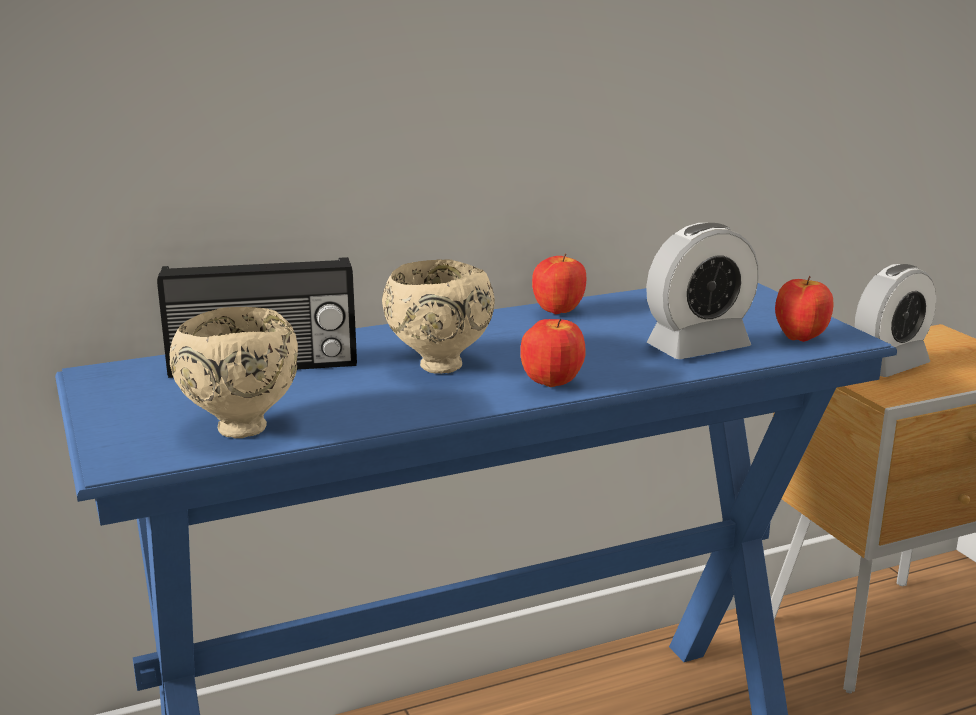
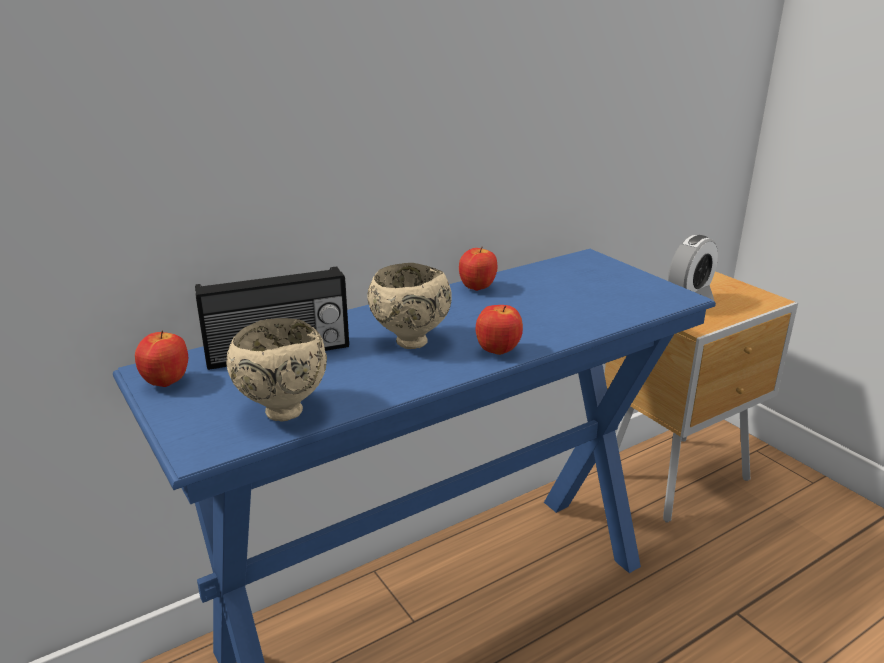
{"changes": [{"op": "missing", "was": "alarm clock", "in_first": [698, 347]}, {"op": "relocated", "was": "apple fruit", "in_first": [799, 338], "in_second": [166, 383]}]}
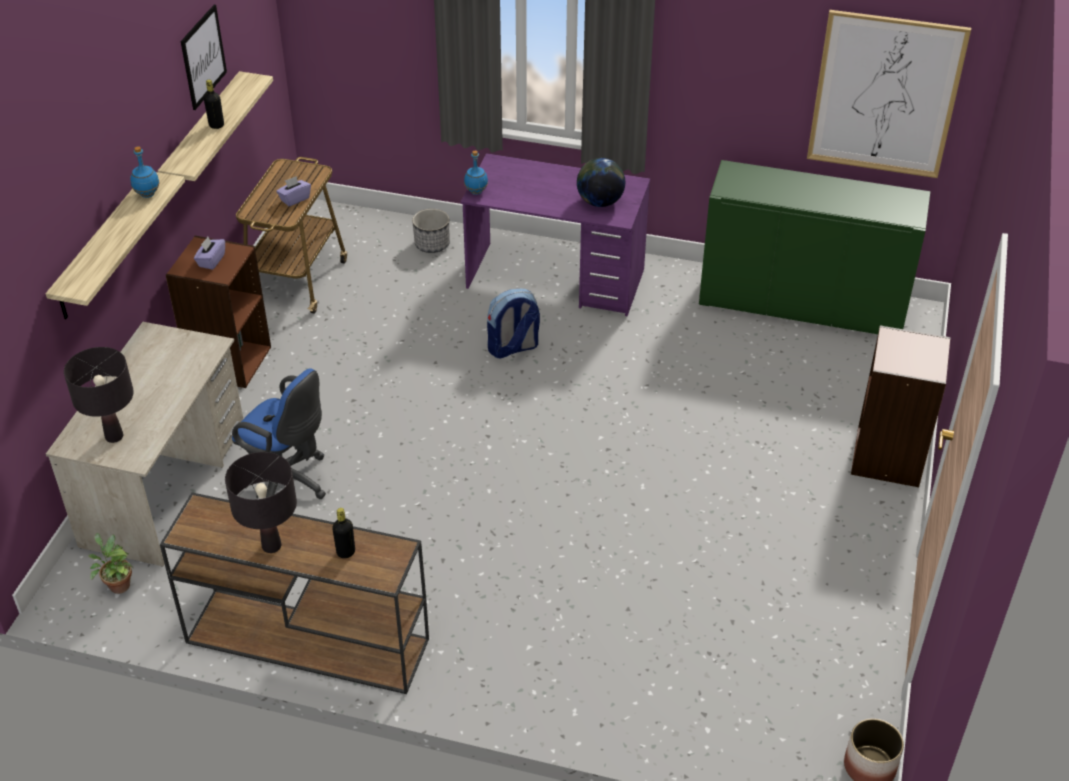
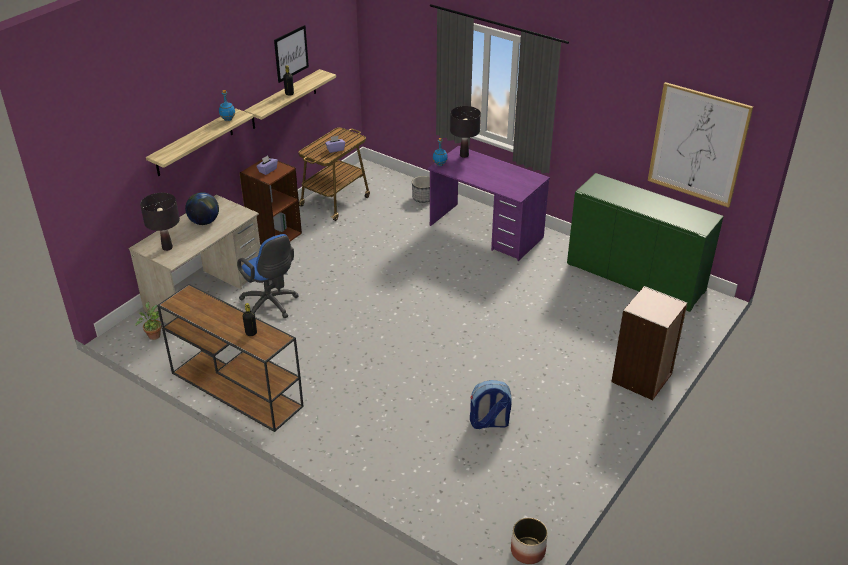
{"changes": [{"op": "relocated", "was": "desk globe", "in_first": [599, 202], "in_second": [204, 222]}, {"op": "relocated", "was": "rucksack", "in_first": [513, 348], "in_second": [489, 423]}, {"op": "relocated", "was": "tabletop lamp in black-coloured", "in_first": [271, 546], "in_second": [464, 155]}]}
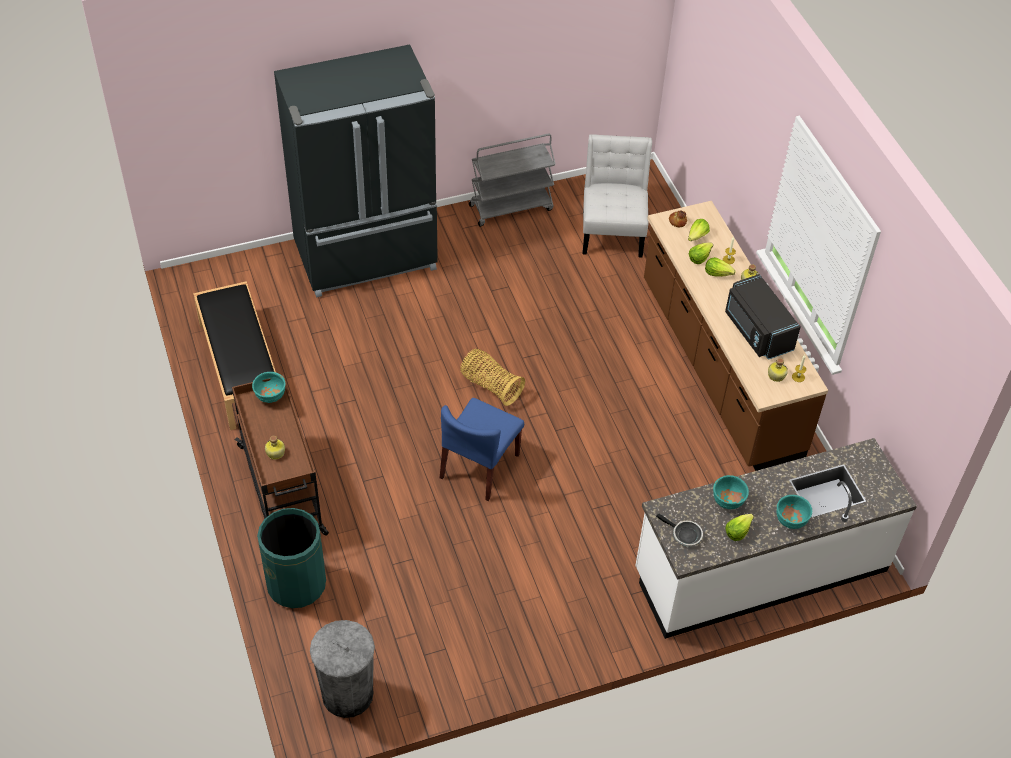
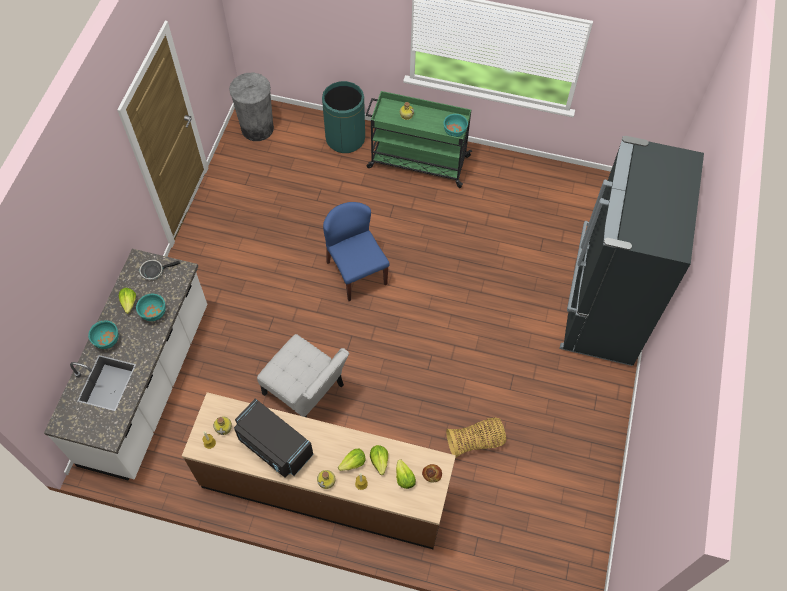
{"changes": [{"op": "missing", "was": "cart in grey", "in_first": [511, 207]}, {"op": "relocated", "was": "plain chair in whitish", "in_first": [613, 230], "in_second": [306, 393]}, {"op": "spun", "was": "kitchen microwave in black-coloured", "in_first": [756, 331], "in_second": [274, 447], "clockwise": -150}, {"op": "missing", "was": "indoor bench in black-coloured", "in_first": [240, 368]}, {"op": "relocated", "was": "storage basket", "in_first": [490, 386], "in_second": [476, 442]}, {"op": "colour", "was": "cart in brown-coloured", "now": "cart in green-coloured", "in_first": [282, 491], "in_second": [417, 162]}]}
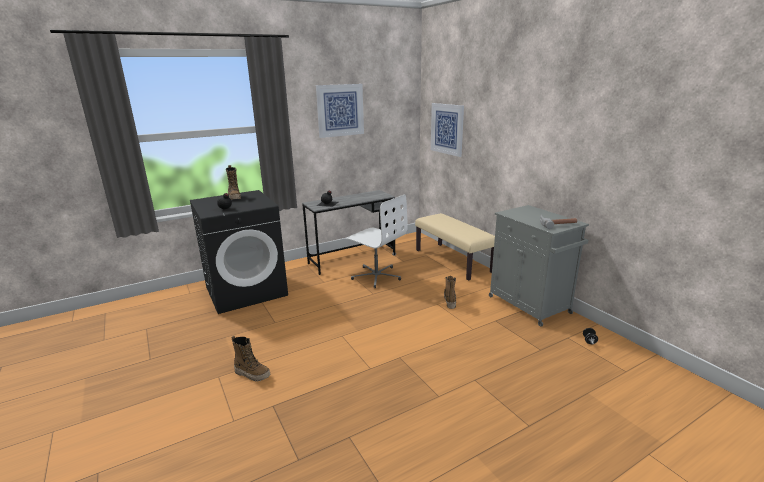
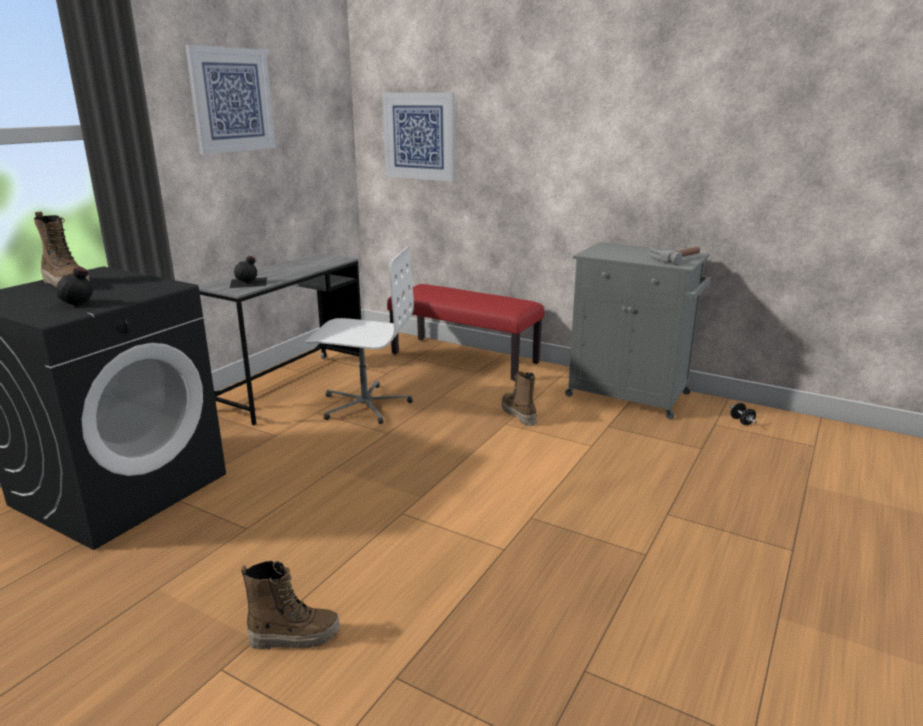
{"changes": [{"op": "colour", "was": "indoor bench in beige", "now": "indoor bench in red", "in_first": [453, 261], "in_second": [465, 358]}]}
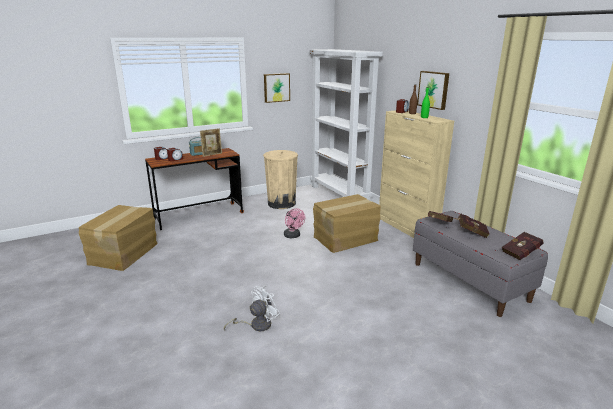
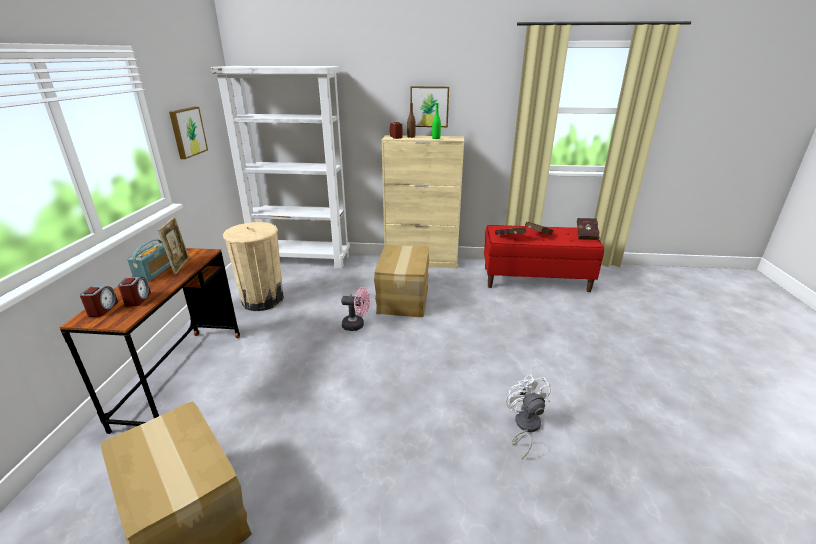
{"changes": [{"op": "colour", "was": "indoor bench in grey", "now": "indoor bench in red", "in_first": [469, 281], "in_second": [535, 279]}]}
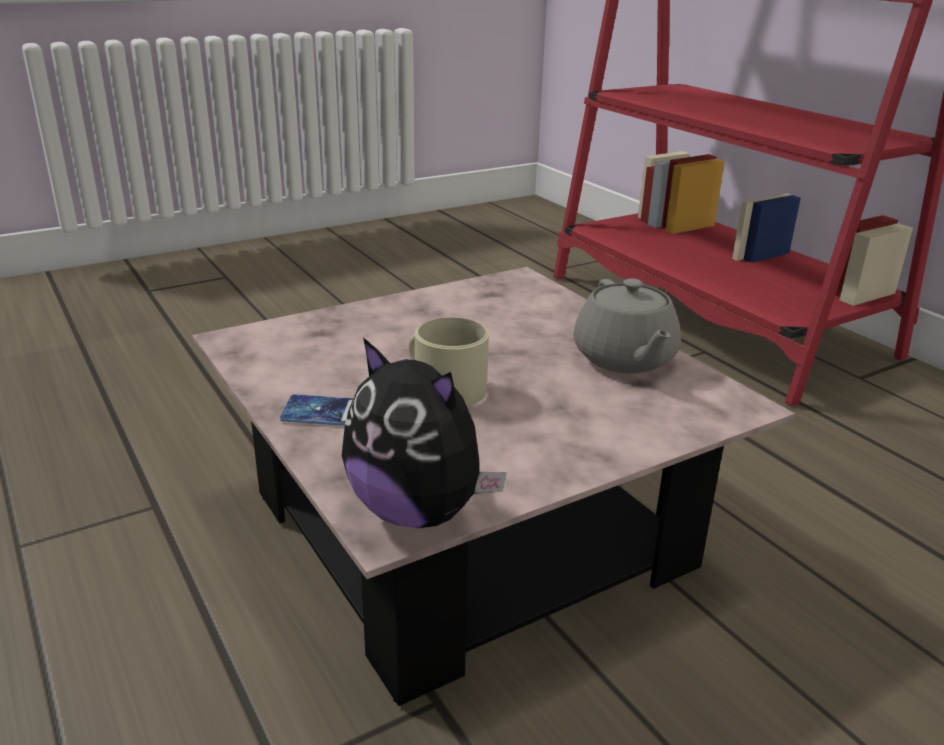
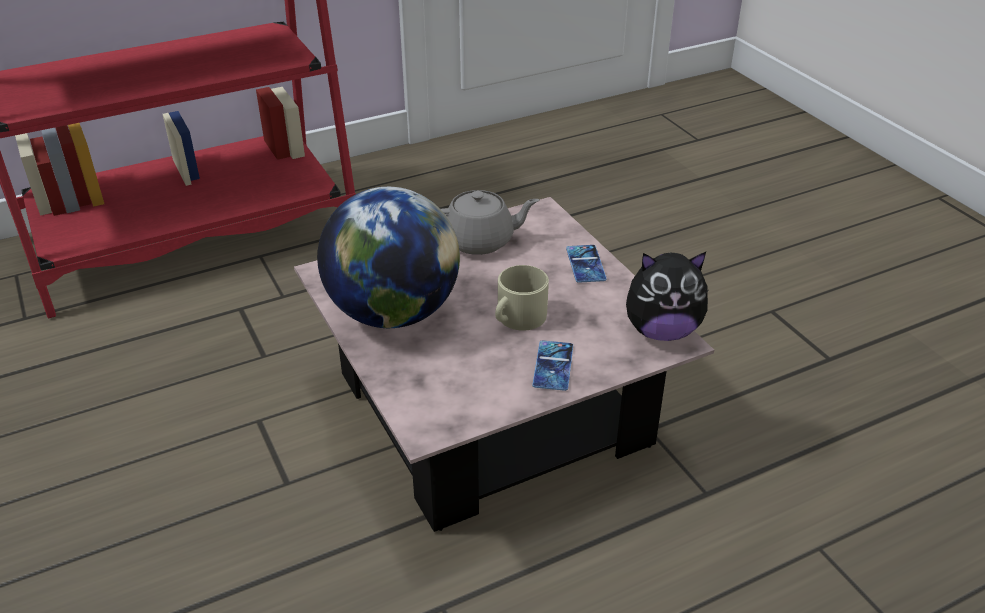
{"changes": [{"op": "spun", "was": "plush toy", "in_first": [418, 511], "in_second": [661, 331], "clockwise": 45}, {"op": "appeared", "now": "desk globe", "in_second": [393, 313]}, {"op": "appeared", "now": "telephone", "in_second": [585, 264]}]}
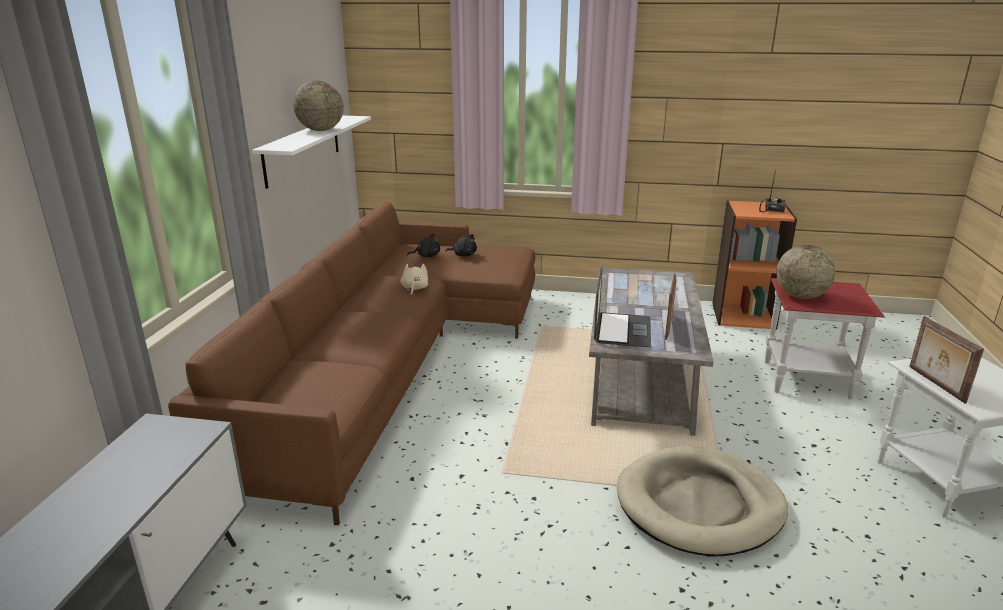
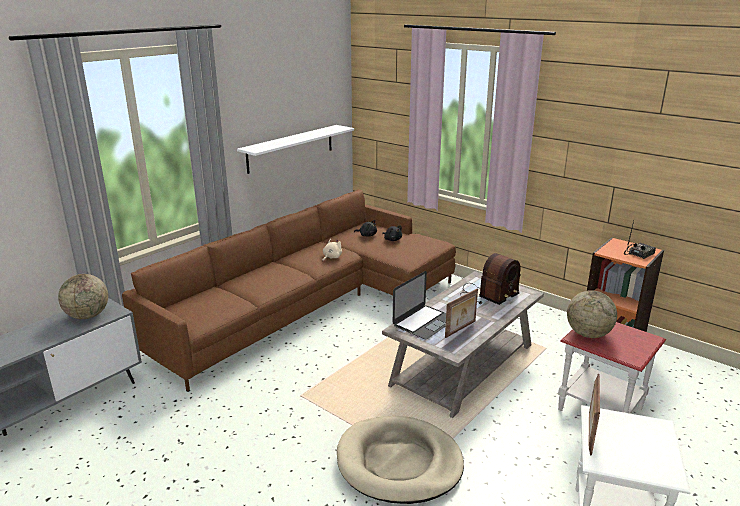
{"changes": [{"op": "relocated", "was": "desk globe", "in_first": [321, 130], "in_second": [88, 316]}, {"op": "appeared", "now": "radio set", "in_second": [488, 295]}]}
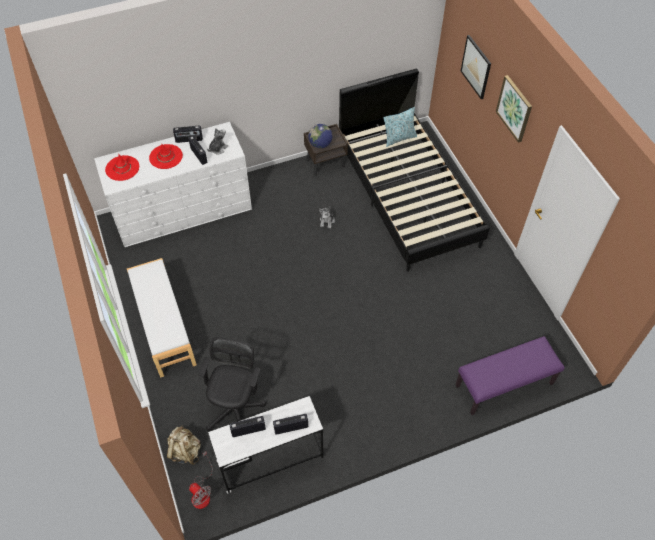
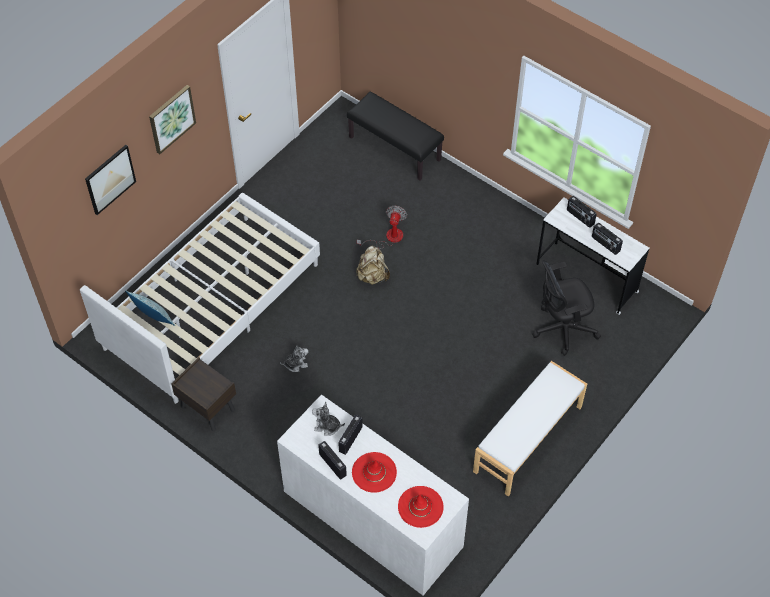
{"changes": [{"op": "colour", "was": "sleeping bed in black-coloured", "now": "sleeping bed in whitish", "in_first": [407, 195], "in_second": [212, 306]}, {"op": "missing", "was": "desk globe", "in_first": [320, 144]}, {"op": "colour", "was": "indoor bench in purplish", "now": "indoor bench in black-coloured", "in_first": [504, 385], "in_second": [395, 148]}, {"op": "relocated", "was": "rucksack in beige", "in_first": [185, 451], "in_second": [372, 276]}, {"op": "relocated", "was": "cooling fan", "in_first": [202, 492], "in_second": [388, 238]}]}
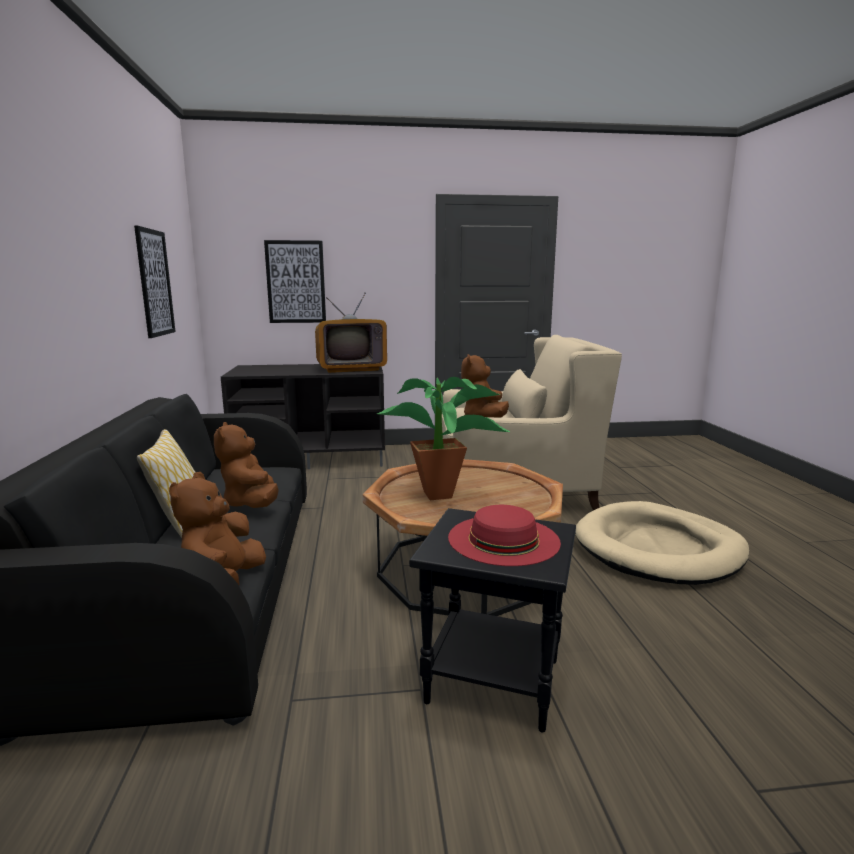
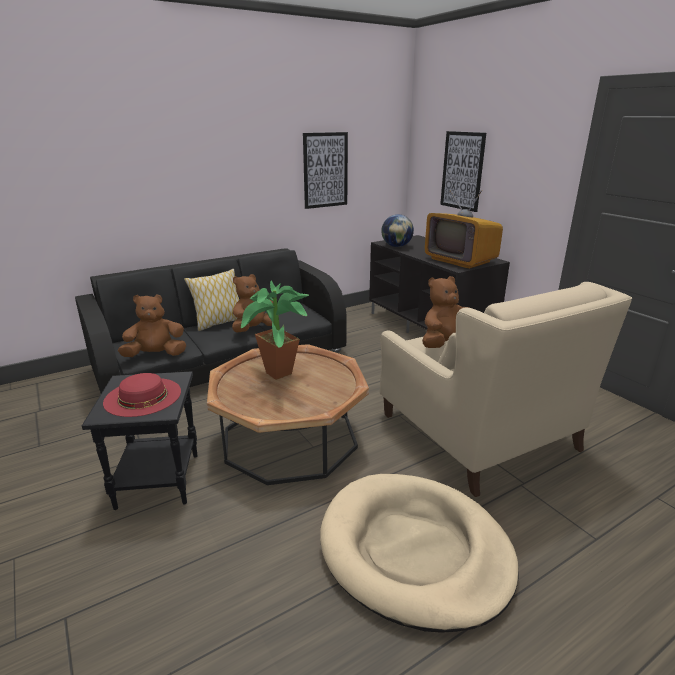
{"changes": [{"op": "appeared", "now": "desk globe", "in_second": [396, 246]}]}
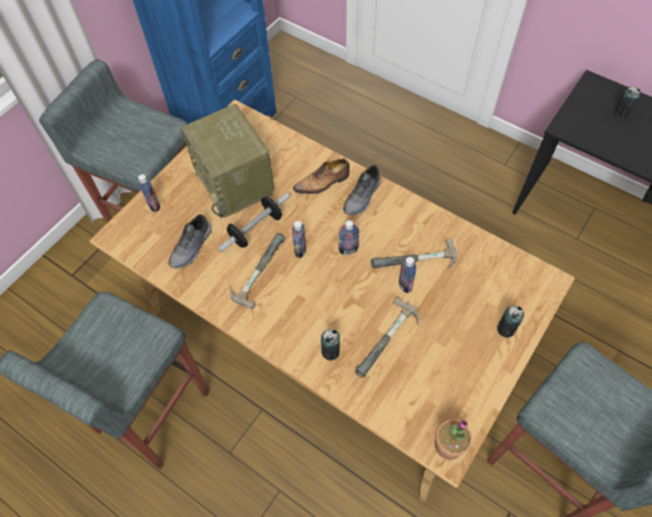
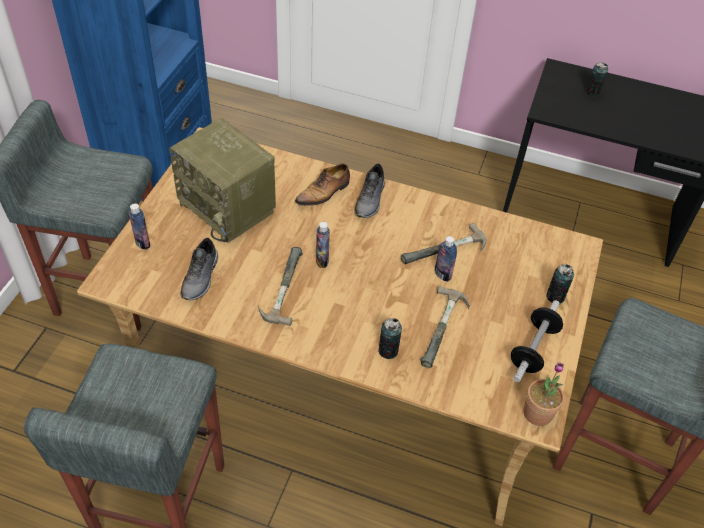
{"changes": [{"op": "relocated", "was": "free weight", "in_first": [256, 229], "in_second": [533, 349]}, {"op": "missing", "was": "bottle", "in_first": [348, 250]}]}
